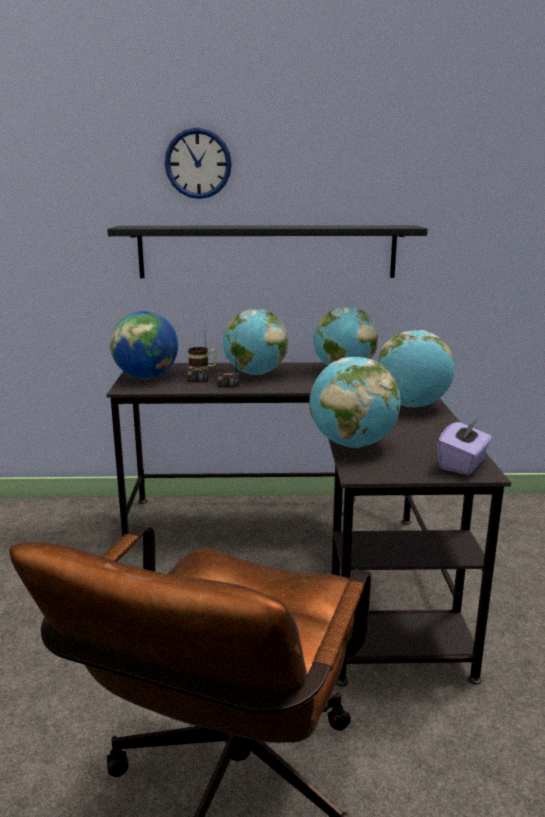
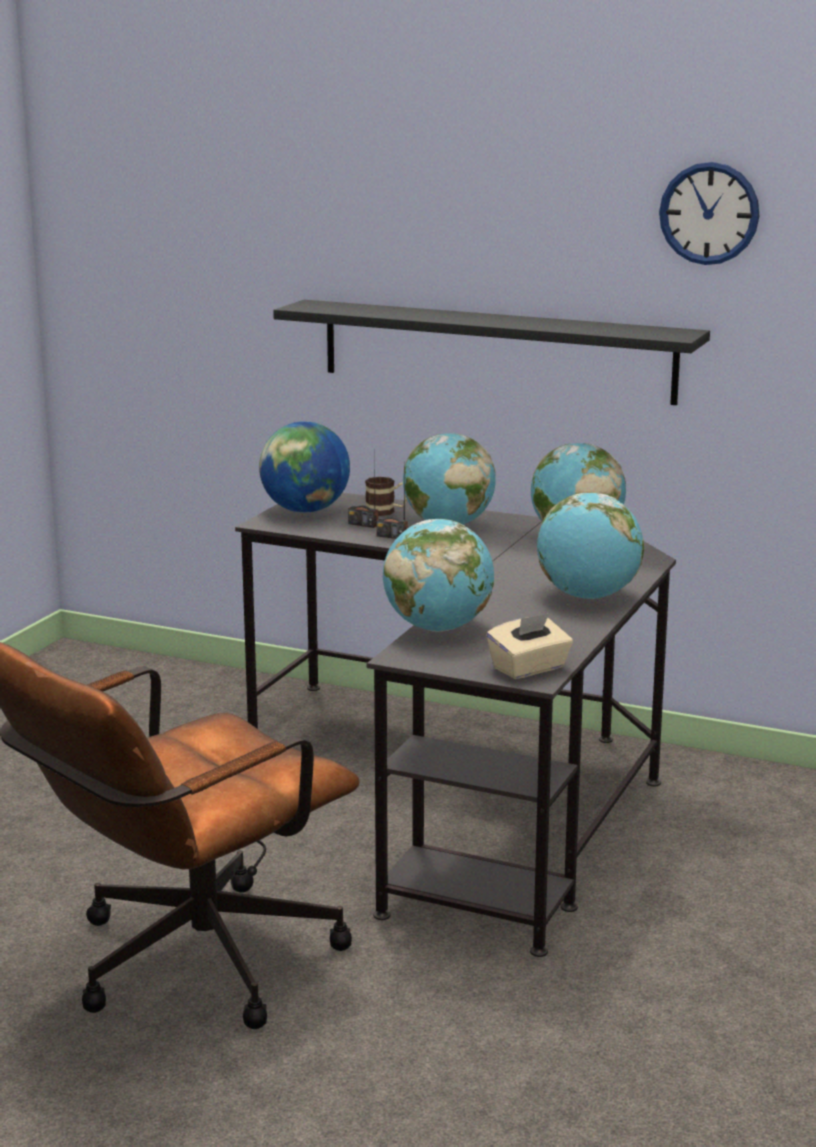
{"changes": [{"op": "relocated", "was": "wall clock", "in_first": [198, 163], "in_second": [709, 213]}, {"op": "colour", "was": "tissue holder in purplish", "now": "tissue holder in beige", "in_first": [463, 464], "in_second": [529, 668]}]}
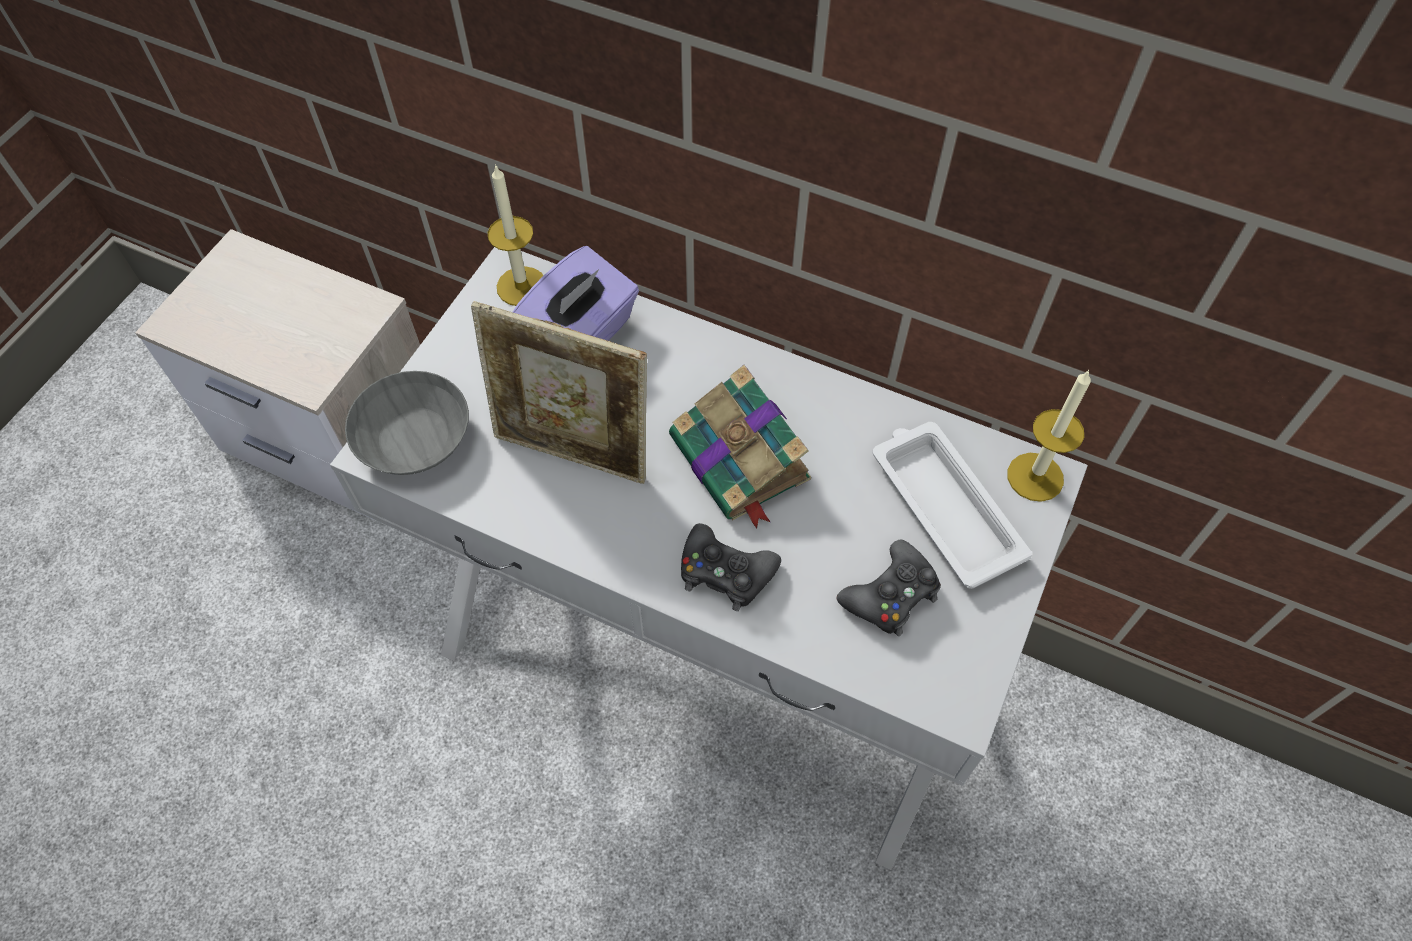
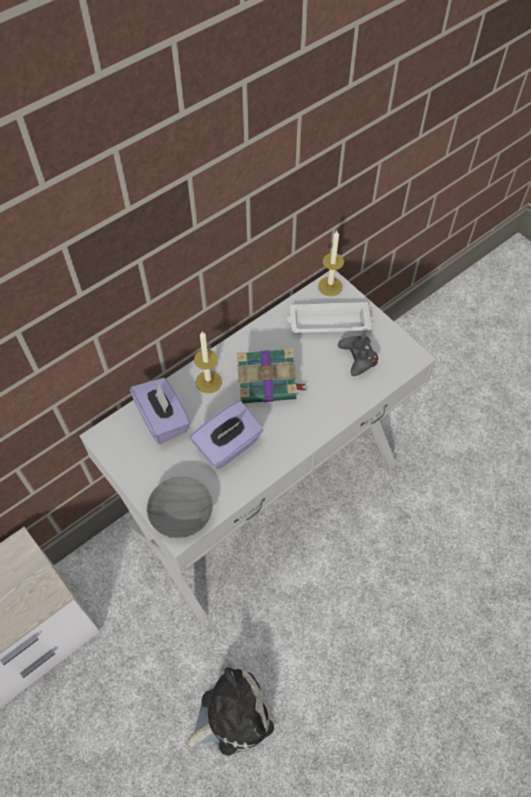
{"changes": [{"op": "relocated", "was": "wax light", "in_first": [521, 286], "in_second": [208, 382]}, {"op": "exchanged", "was": "picture frame", "now": "tissue holder in purplish", "in_first": [574, 453], "in_second": [228, 446]}, {"op": "missing", "was": "joypad in black-coloured", "in_first": [725, 572]}, {"op": "appeared", "now": "plush toy", "in_second": [231, 715]}]}
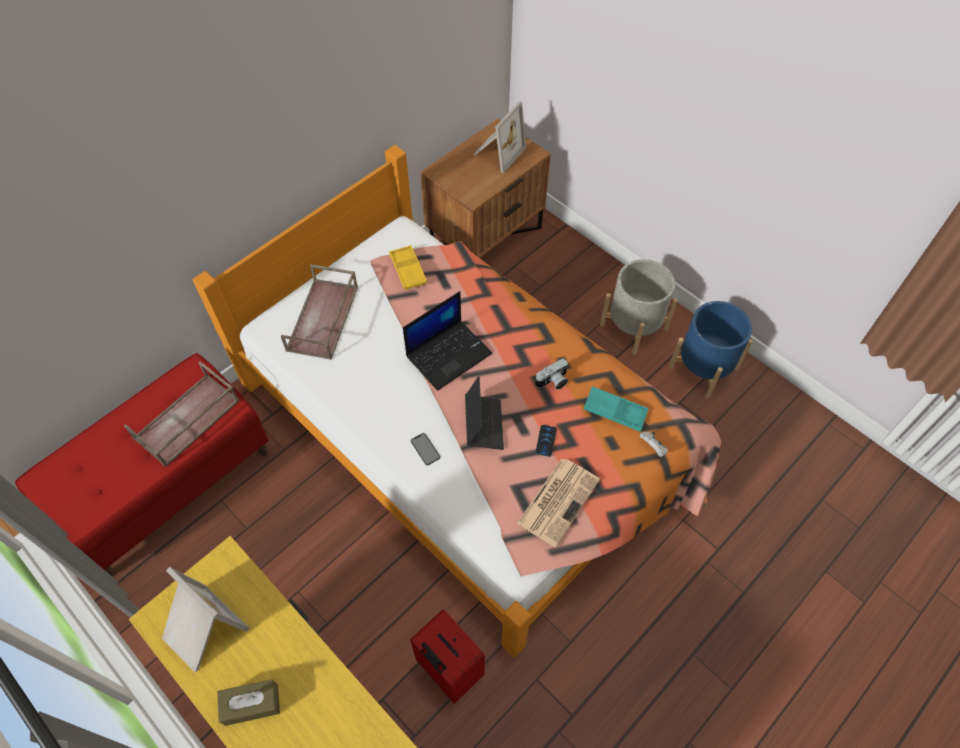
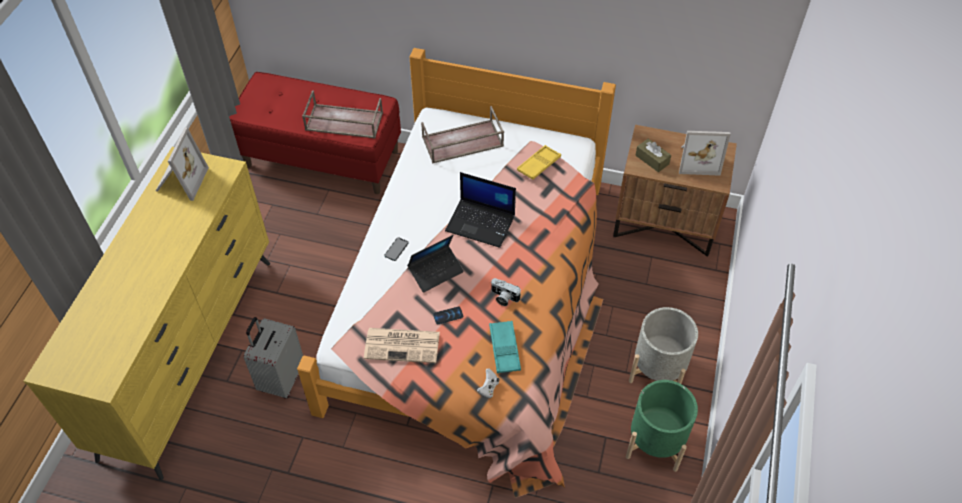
{"changes": [{"op": "colour", "was": "flower pot in blue", "now": "flower pot in green-coloured", "in_first": [703, 368], "in_second": [655, 442]}, {"op": "colour", "was": "suitcase in red", "now": "suitcase in grey", "in_first": [448, 670], "in_second": [281, 378]}, {"op": "relocated", "was": "tissue holder in brown-coloured", "in_first": [251, 704], "in_second": [652, 160]}]}
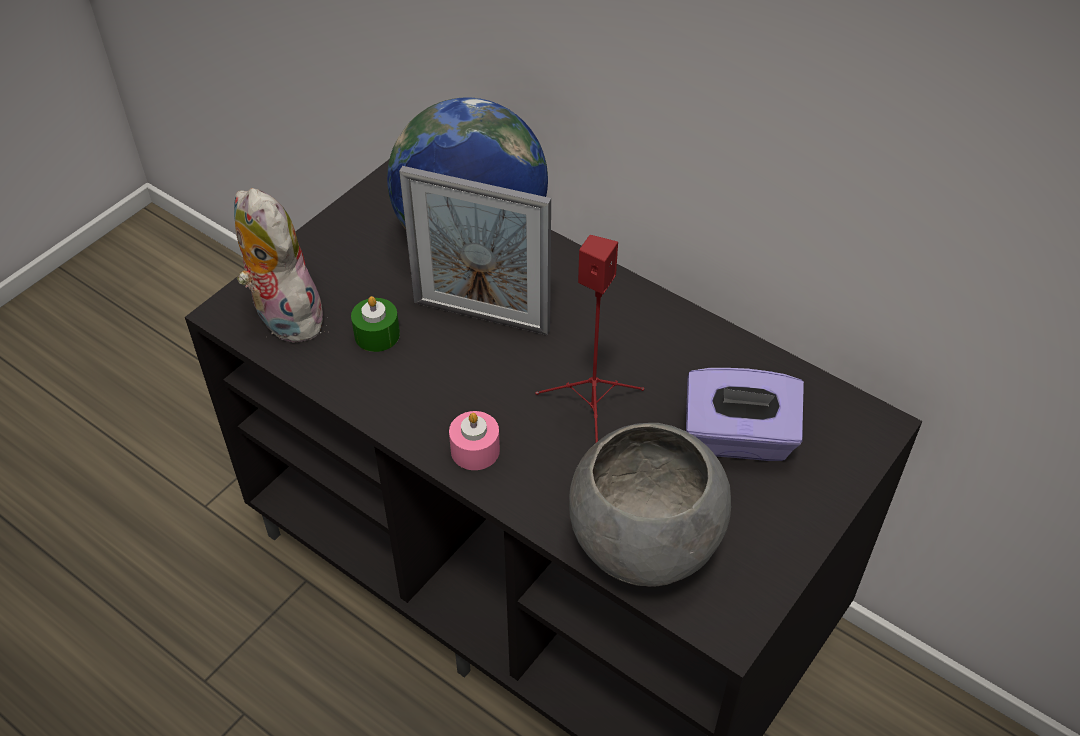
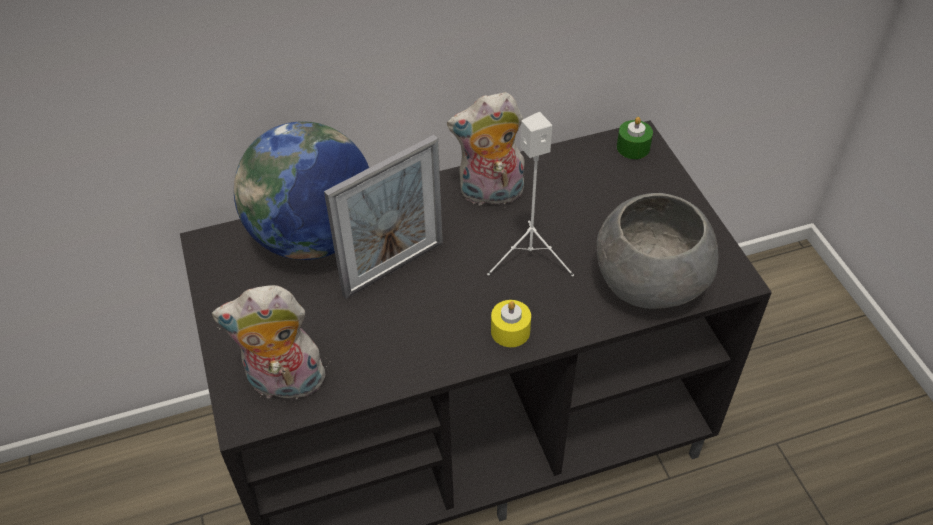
{"changes": [{"op": "colour", "was": "loudspeaker in red", "now": "loudspeaker in whitish", "in_first": [593, 414], "in_second": [529, 255]}, {"op": "relocated", "was": "wax light in green-coloured", "in_first": [377, 334], "in_second": [633, 147]}, {"op": "missing", "was": "tissue holder in purplish", "in_first": [738, 438]}, {"op": "colour", "was": "wax light in pinkish", "now": "wax light in yellow-coloured", "in_first": [475, 450], "in_second": [510, 331]}, {"op": "appeared", "now": "plush toy", "in_second": [490, 194]}]}
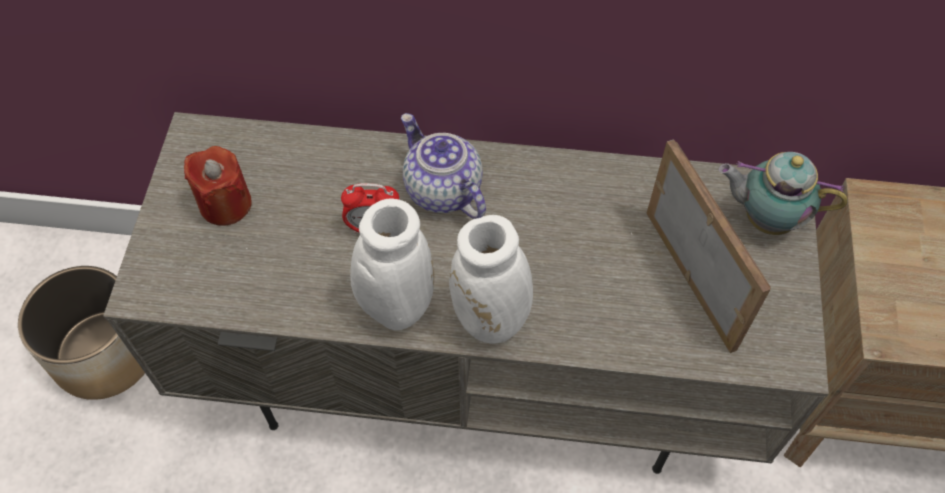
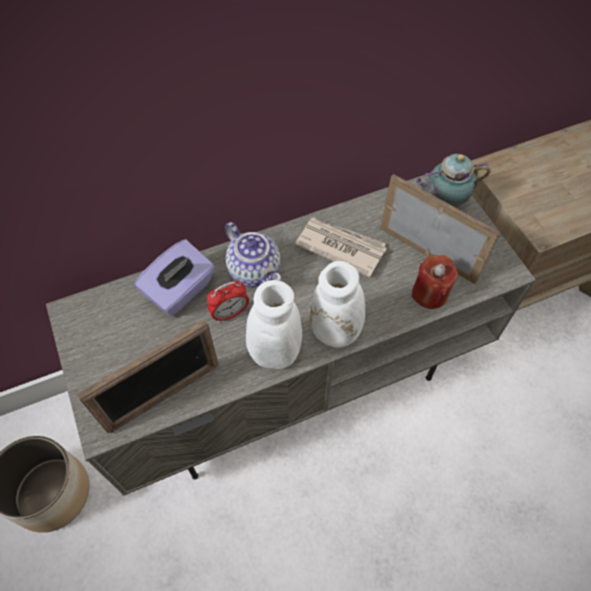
{"changes": [{"op": "spun", "was": "teapot", "in_first": [441, 190], "in_second": [255, 271], "clockwise": -150}, {"op": "relocated", "was": "wax light in red", "in_first": [225, 204], "in_second": [430, 293]}, {"op": "appeared", "now": "newspaper", "in_second": [340, 246]}, {"op": "appeared", "now": "tissue holder in purplish", "in_second": [180, 291]}, {"op": "appeared", "now": "picture frame", "in_second": [164, 396]}]}
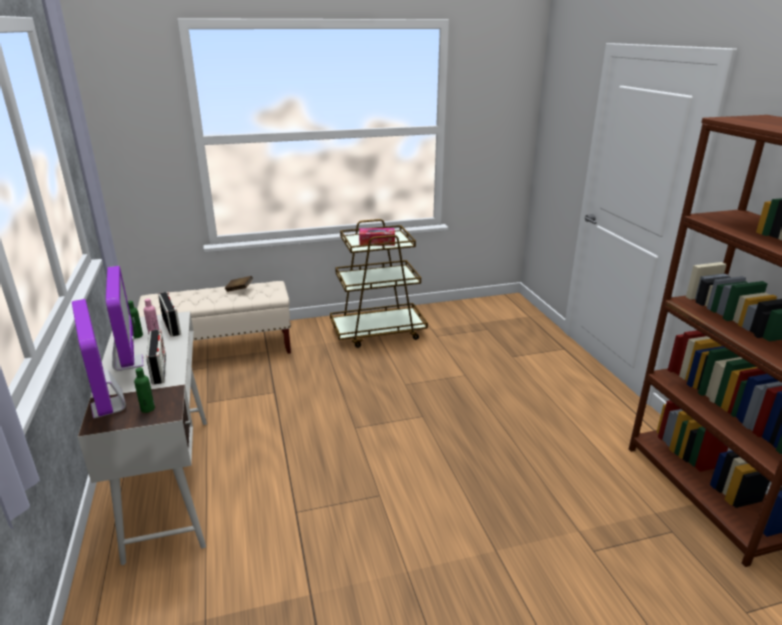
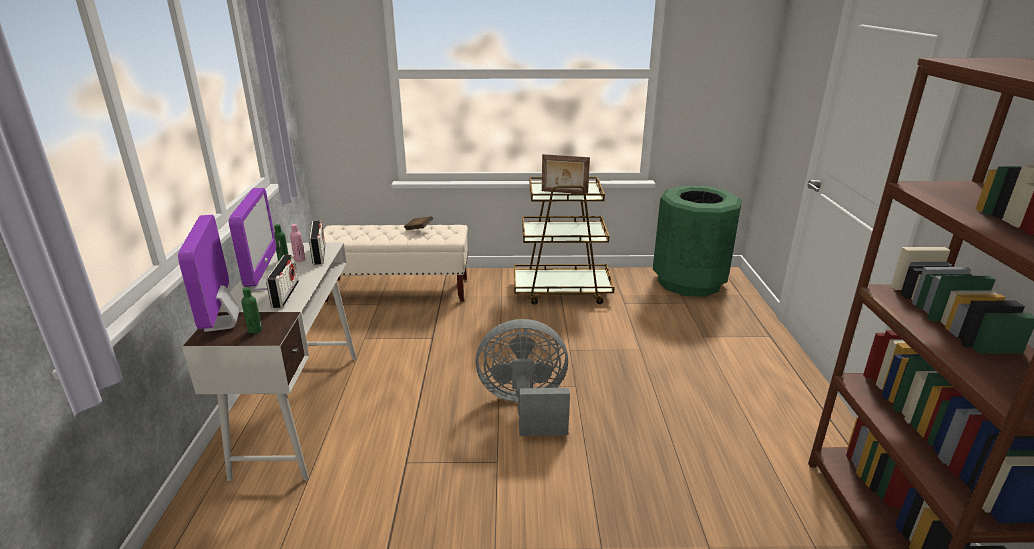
{"changes": [{"op": "exchanged", "was": "tissue holder", "now": "picture frame", "in_first": [377, 242], "in_second": [564, 192]}, {"op": "appeared", "now": "waste bin in green-coloured", "in_second": [689, 282]}, {"op": "appeared", "now": "cooling fan in grey", "in_second": [525, 406]}]}
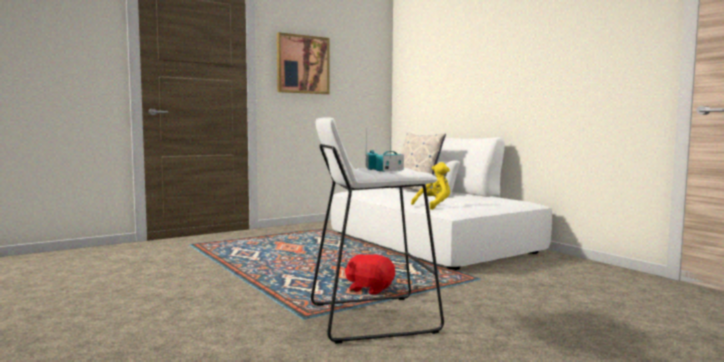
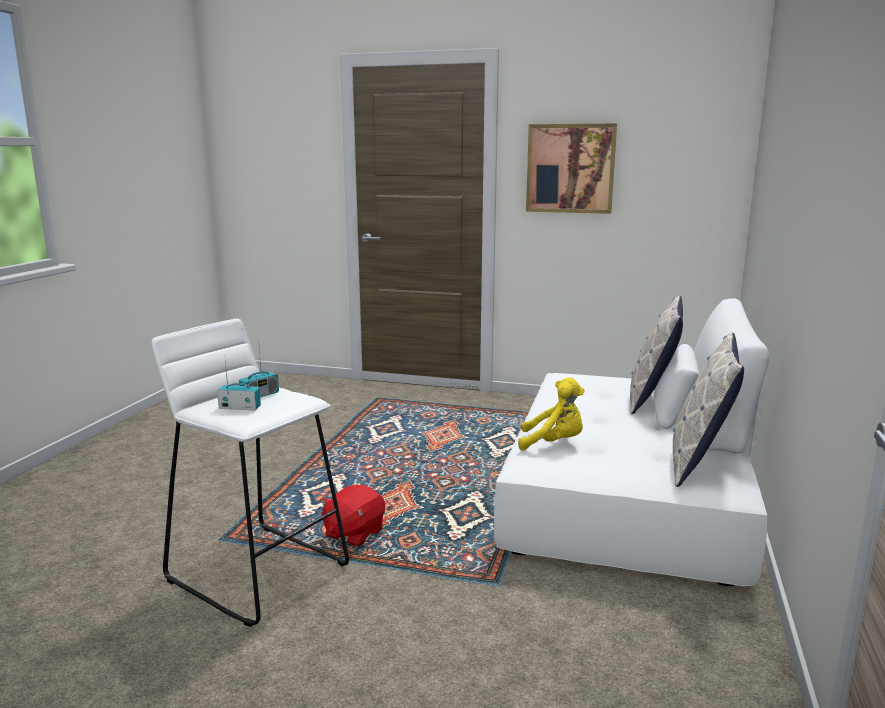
{"changes": [{"op": "spun", "was": "plush toy in red", "in_first": [370, 289], "in_second": [353, 533], "clockwise": -135}, {"op": "appeared", "now": "throw pillow", "in_second": [699, 462]}]}
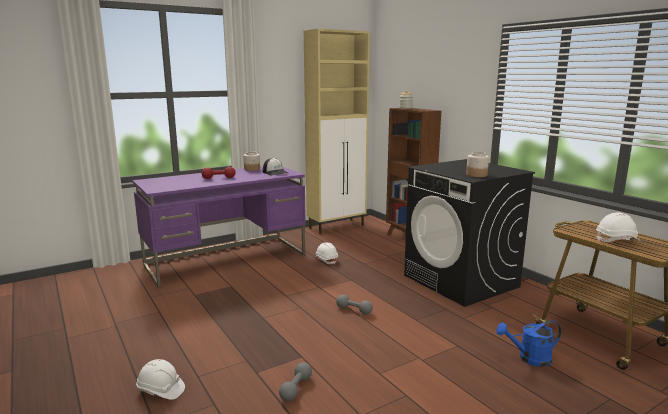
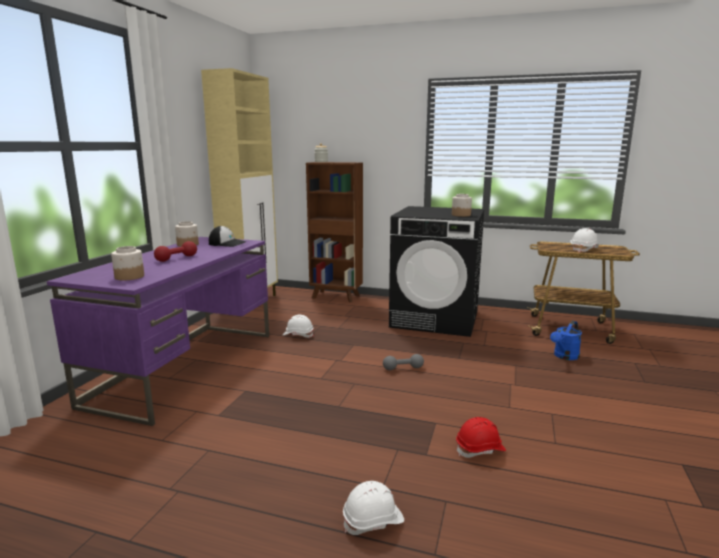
{"changes": [{"op": "exchanged", "was": "free weight in grey", "now": "safety helmet in red", "in_first": [296, 388], "in_second": [480, 449]}, {"op": "appeared", "now": "jar", "in_second": [129, 277]}]}
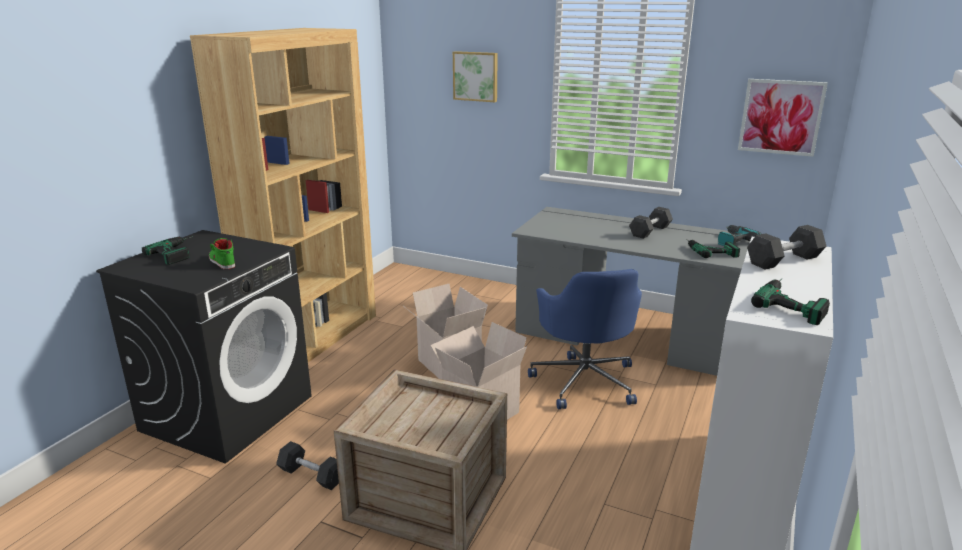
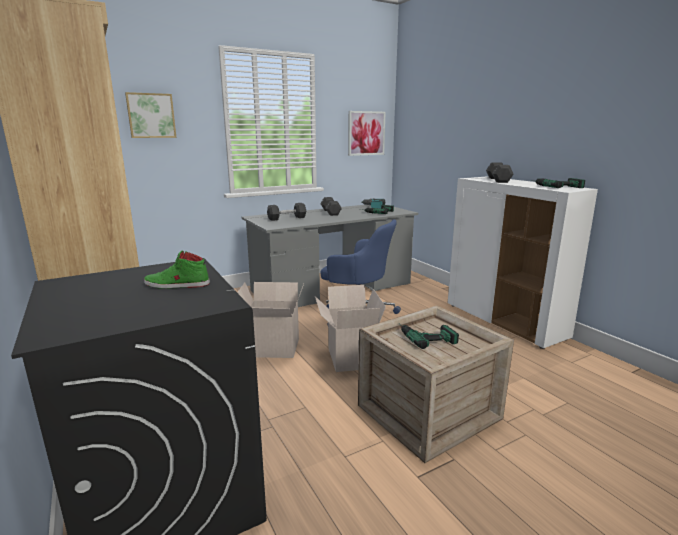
{"changes": [{"op": "relocated", "was": "drill", "in_first": [179, 252], "in_second": [424, 335]}, {"op": "relocated", "was": "free weight in grey", "in_first": [311, 475], "in_second": [287, 218]}]}
